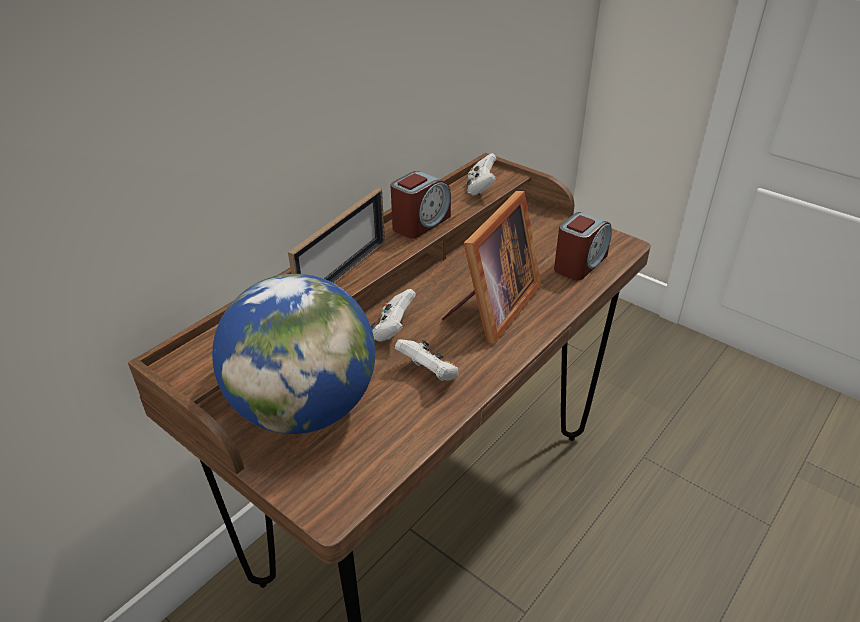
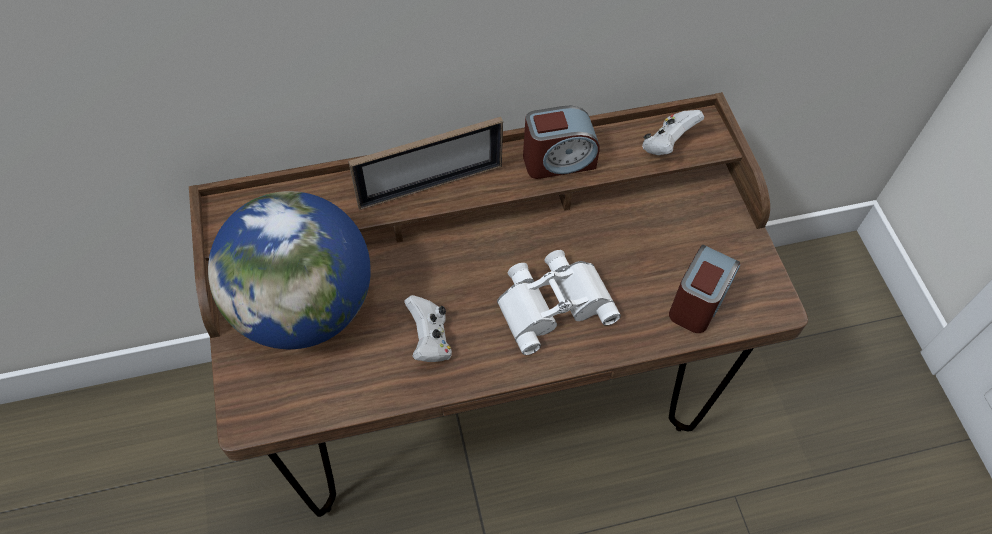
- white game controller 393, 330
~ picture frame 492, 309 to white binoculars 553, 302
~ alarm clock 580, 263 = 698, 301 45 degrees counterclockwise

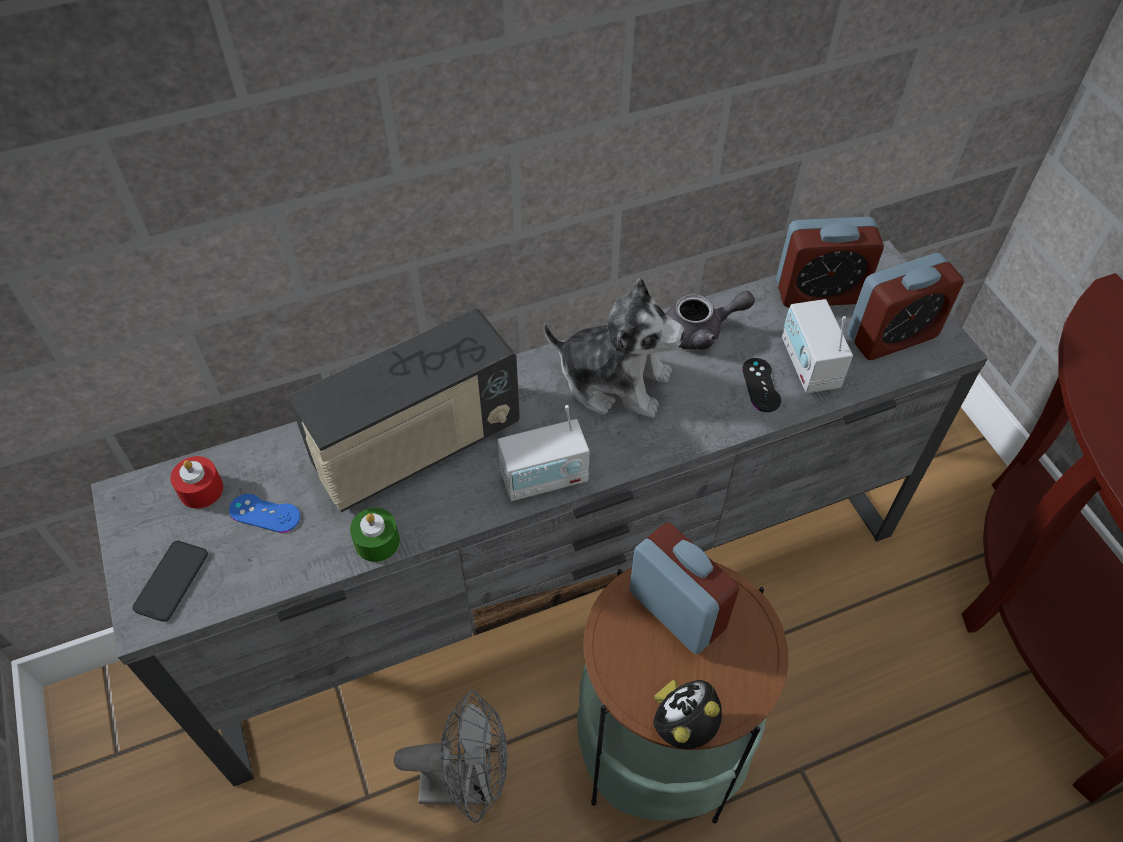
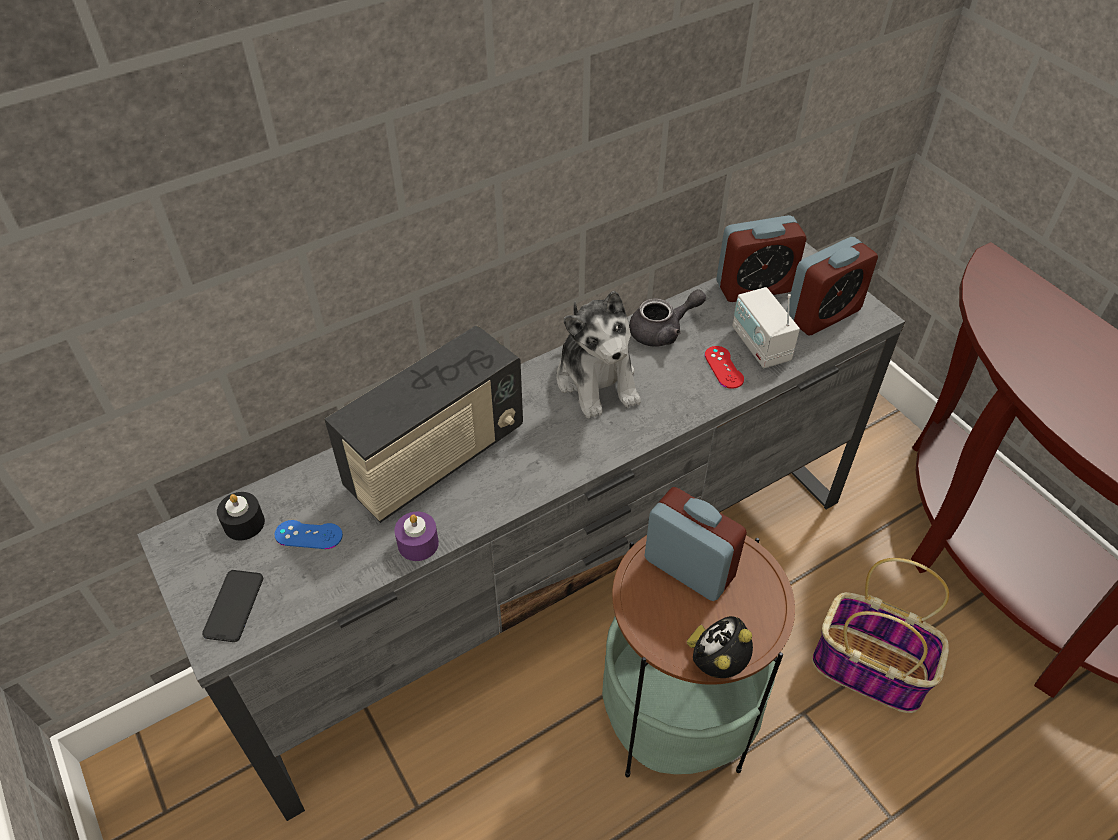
- grey fan 466, 783
- radio 544, 478
+ basket 871, 669
~ red candle 201, 489 to black candle 244, 523
~ green candle 377, 542 to purple candle 418, 543
~ black game controller 761, 385 to red game controller 724, 367
~ plush toy 614, 381 = 597, 380 60 degrees clockwise

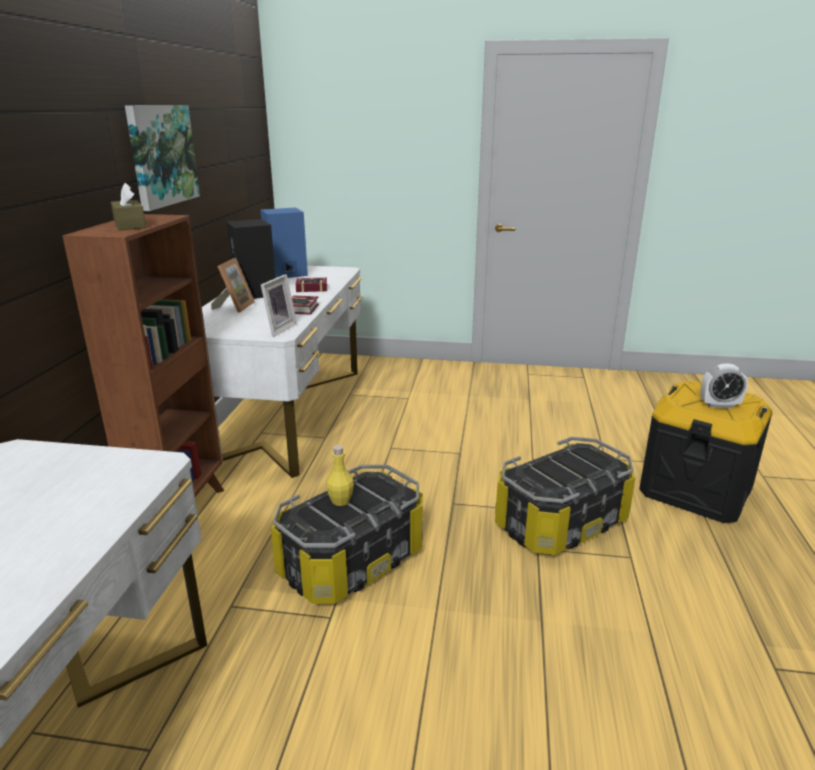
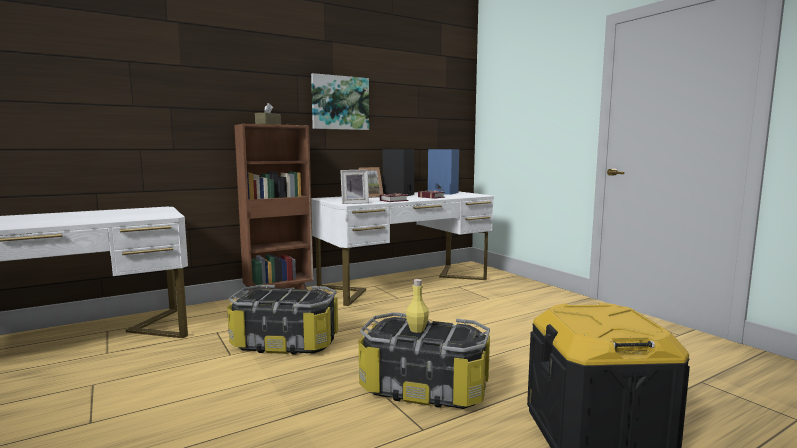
- alarm clock 719, 405
~ yellow bottle 340, 501 to 417, 330

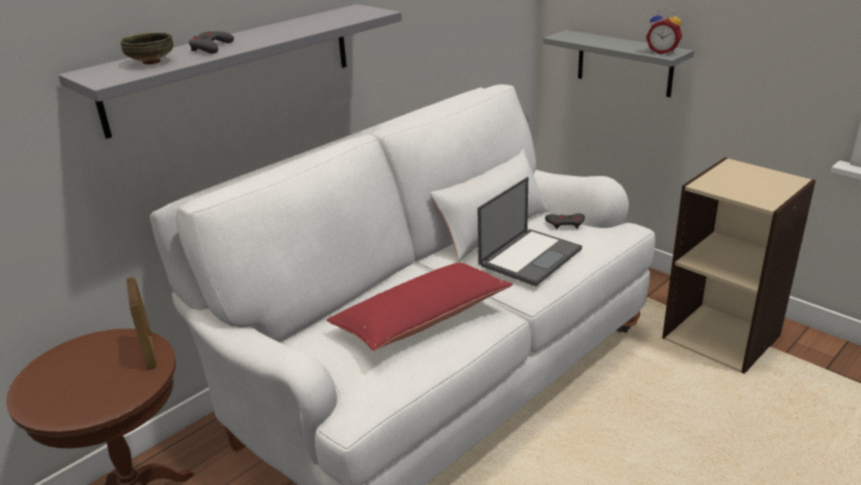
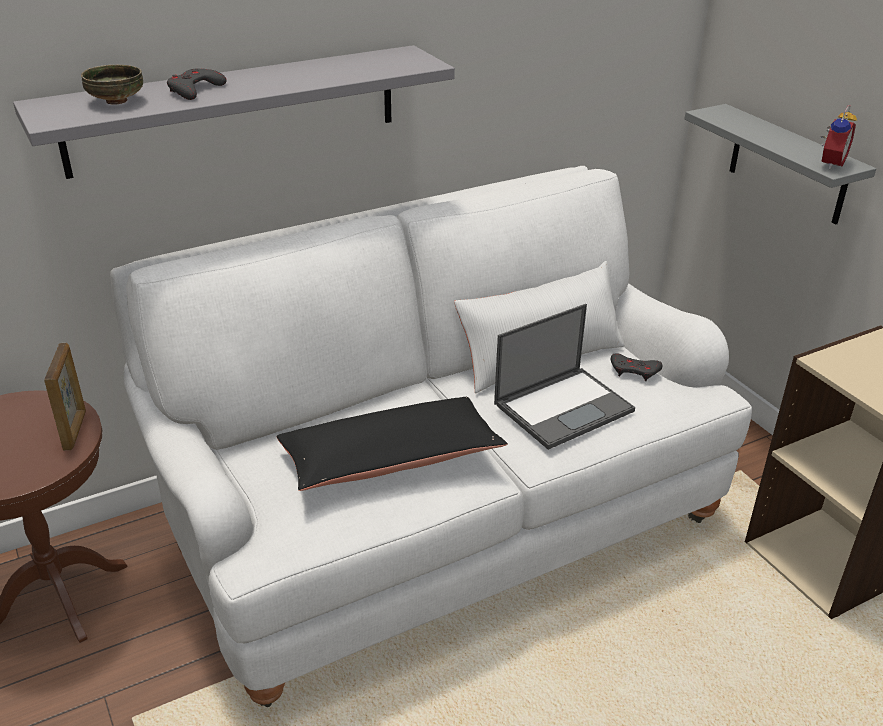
~ red pillow 422, 319 to black pillow 390, 460
~ alarm clock 663, 52 = 829, 163 105 degrees counterclockwise

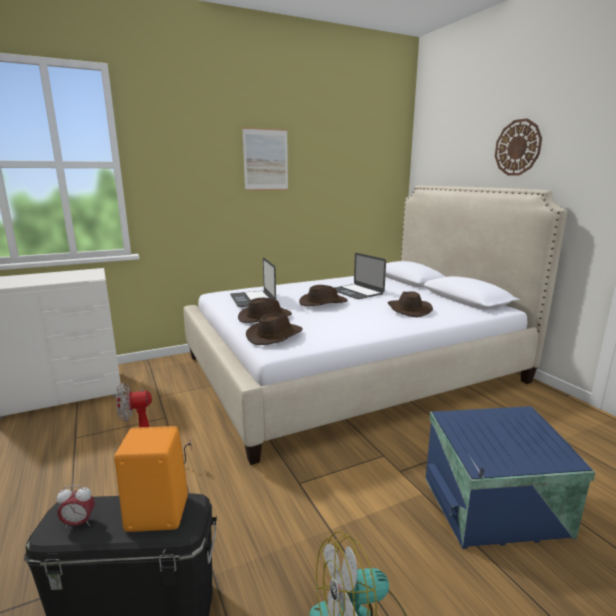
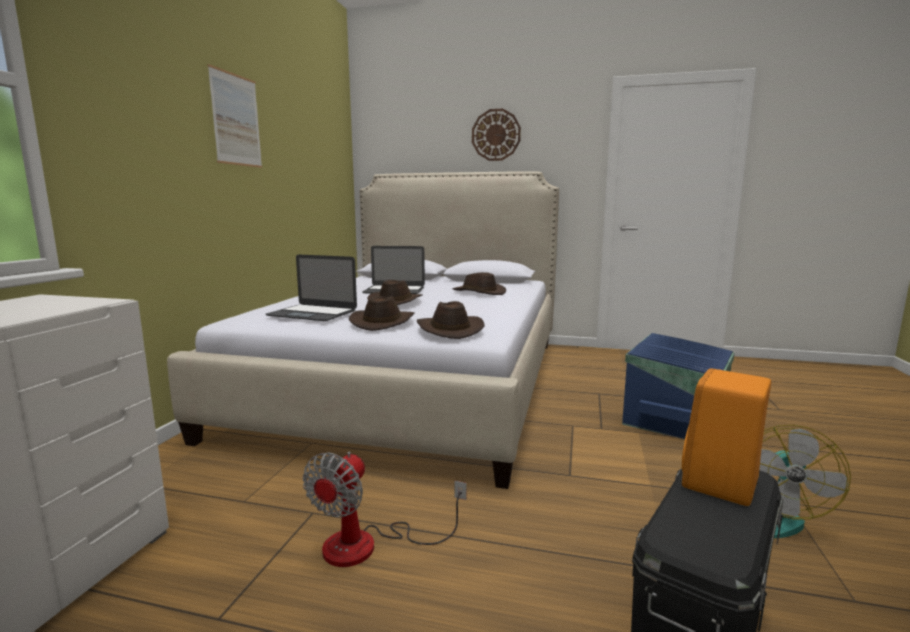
- alarm clock 79, 523

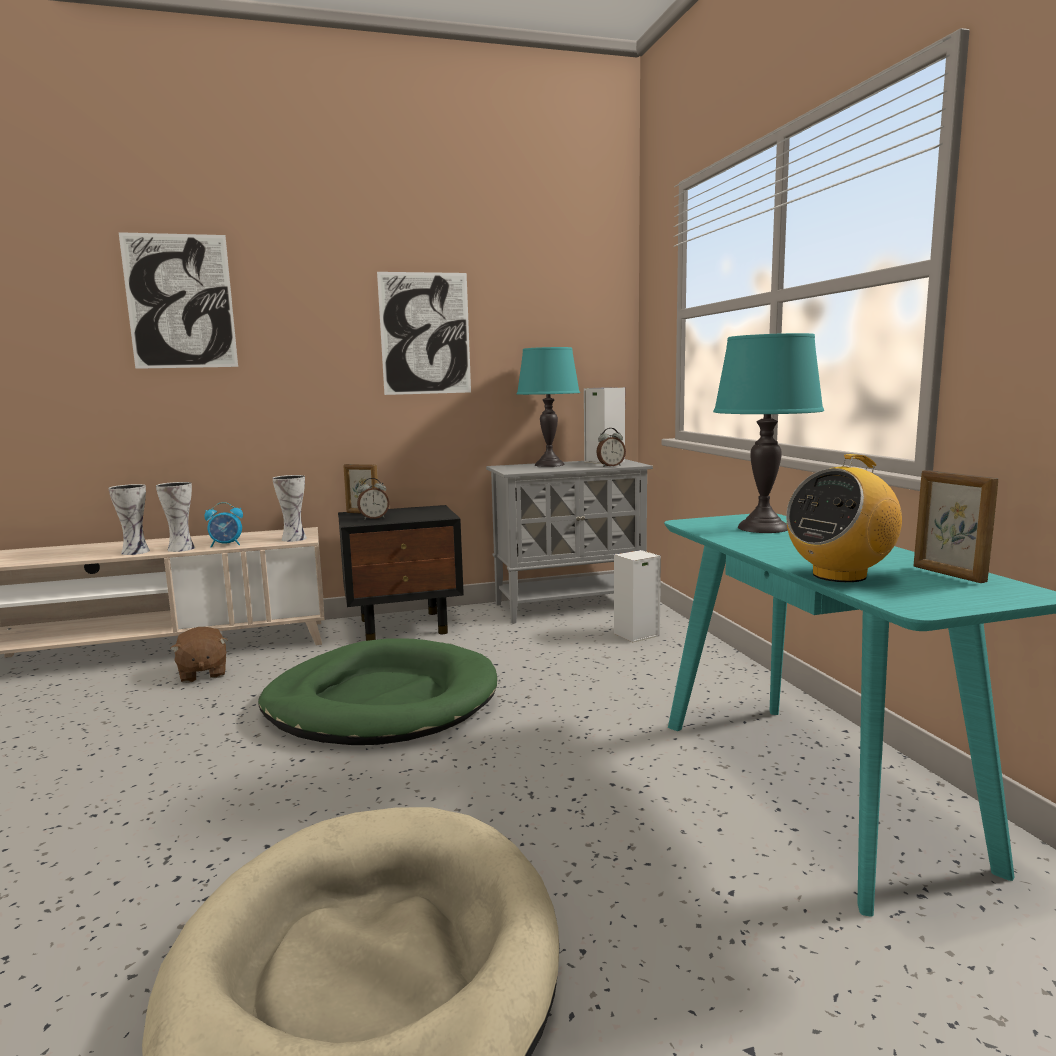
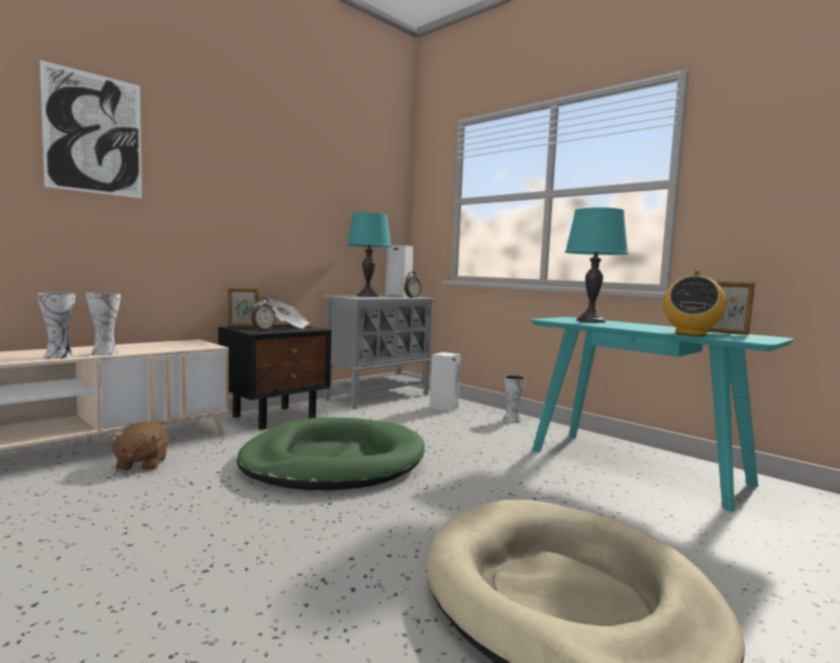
- alarm clock 226, 545
- picture 425, 333
+ newspaper 286, 326
~ vase 294, 538 to 511, 420
~ brown plush toy 202, 673 = 141, 464 45 degrees clockwise

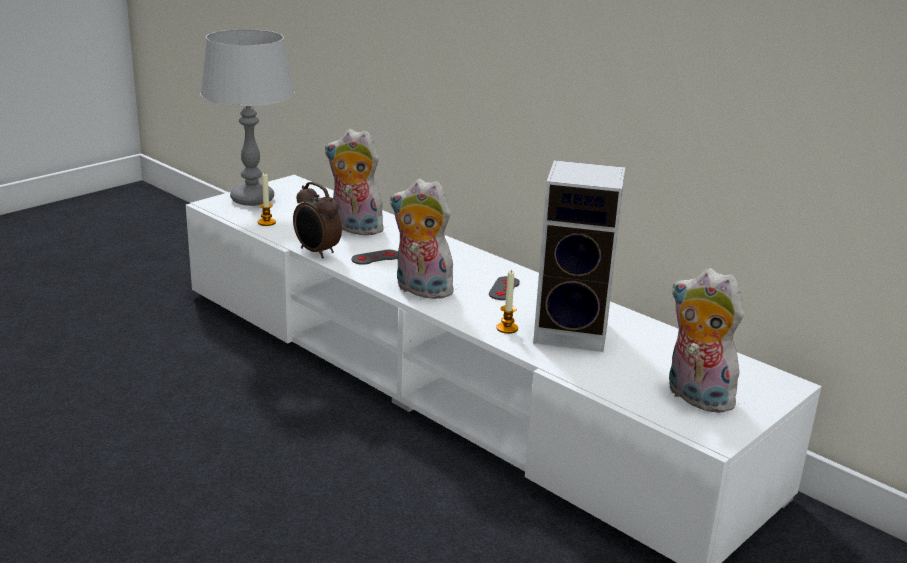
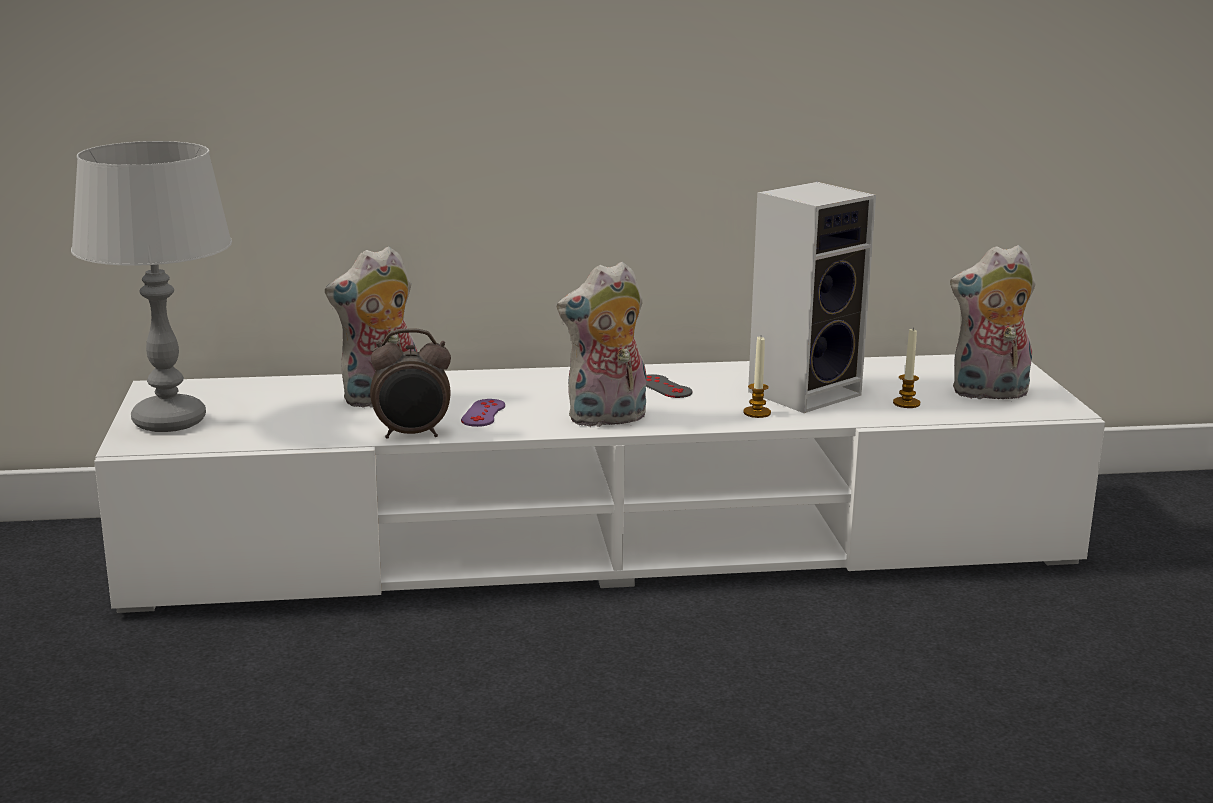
~ candle 266, 222 to 906, 403
~ grey game controller 376, 257 to purple game controller 483, 413

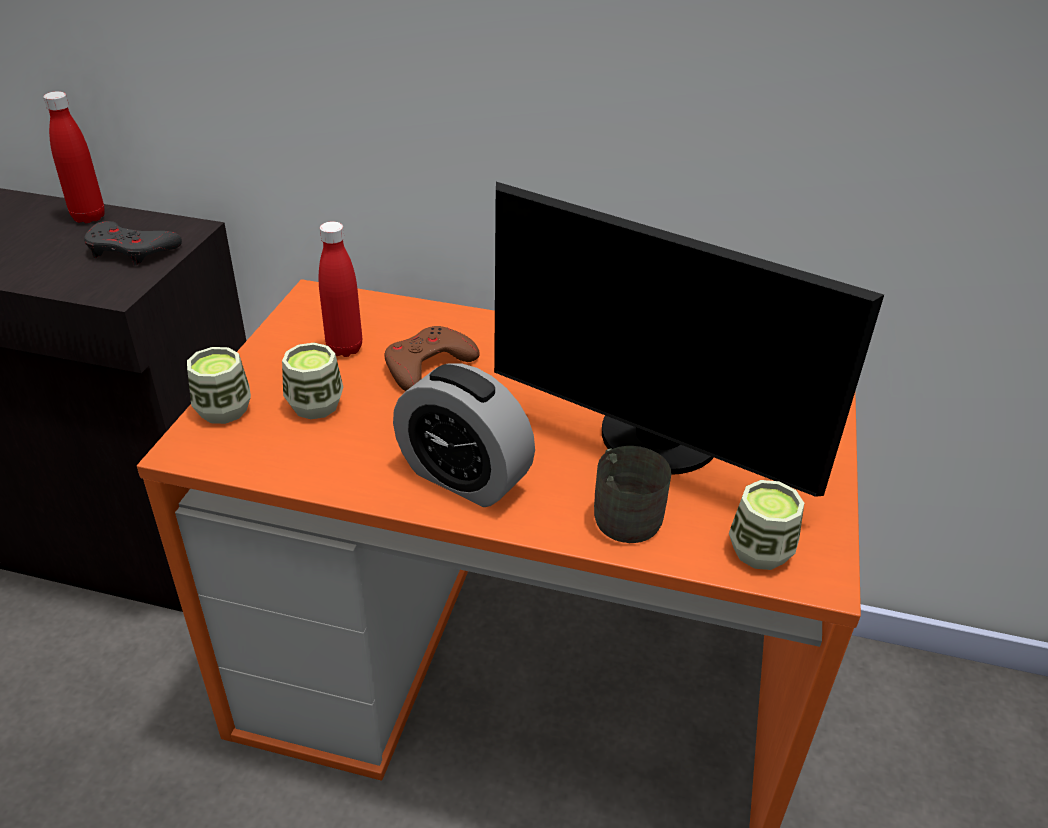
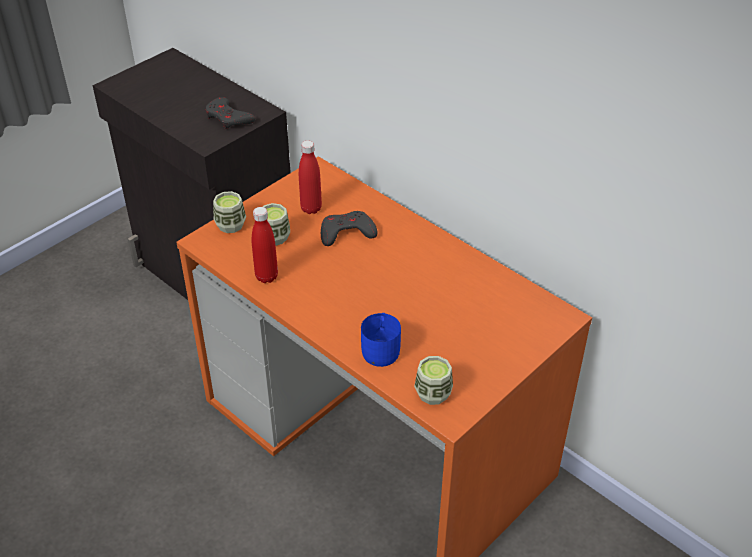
- alarm clock 463, 477
- monitor 654, 443
~ red bottle 89, 217 to 266, 277
~ brown game controller 427, 365 to grey game controller 346, 232
~ grey mug 624, 512 to blue mug 382, 348

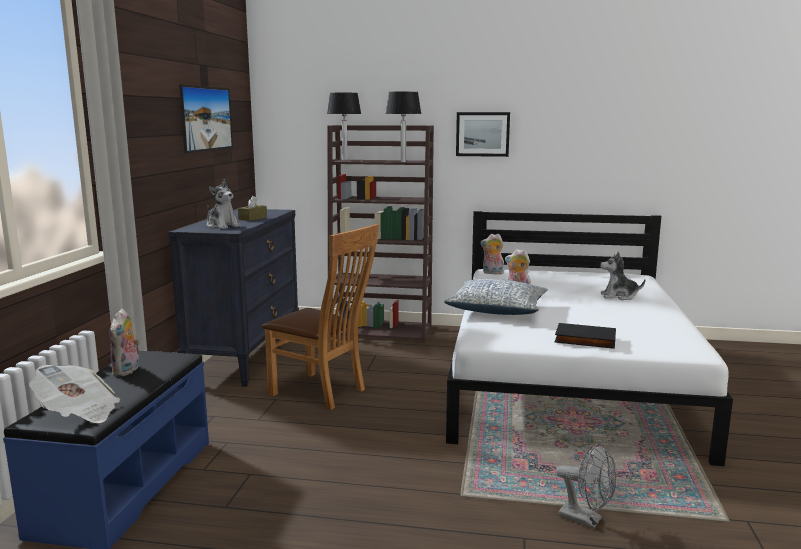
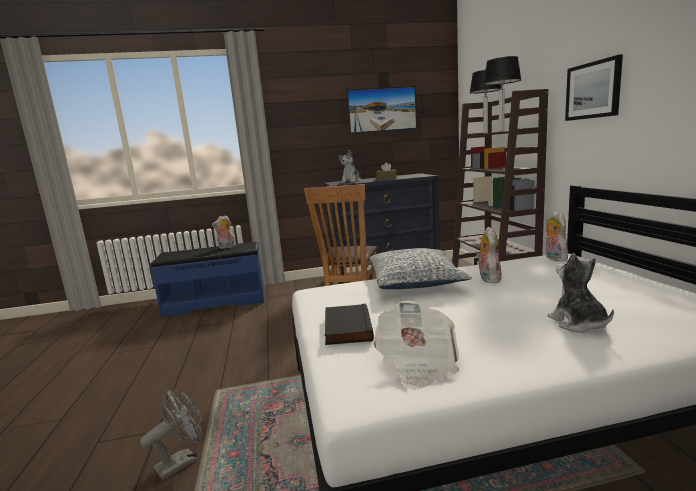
~ newspaper 78, 412 to 417, 364
~ grey fan 586, 519 = 182, 461 150 degrees counterclockwise

